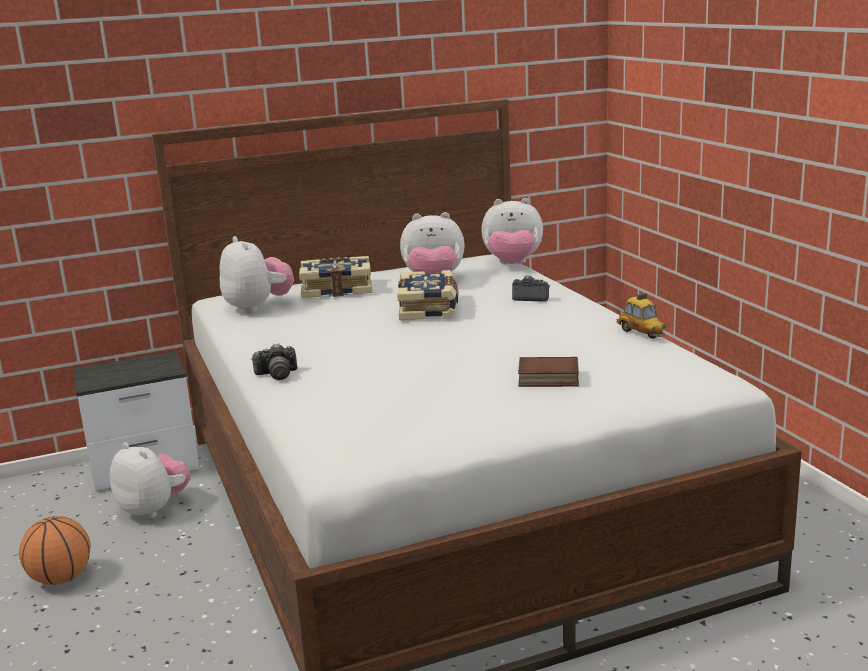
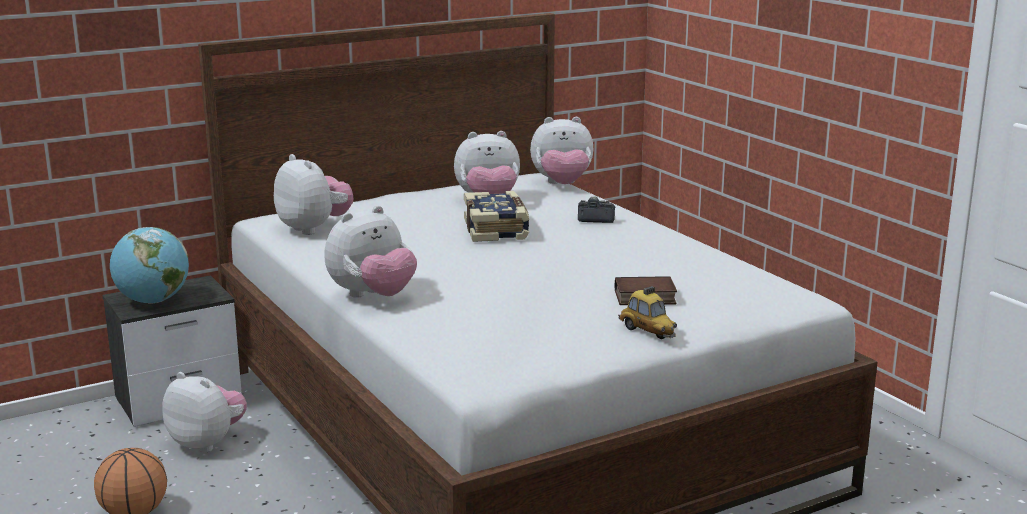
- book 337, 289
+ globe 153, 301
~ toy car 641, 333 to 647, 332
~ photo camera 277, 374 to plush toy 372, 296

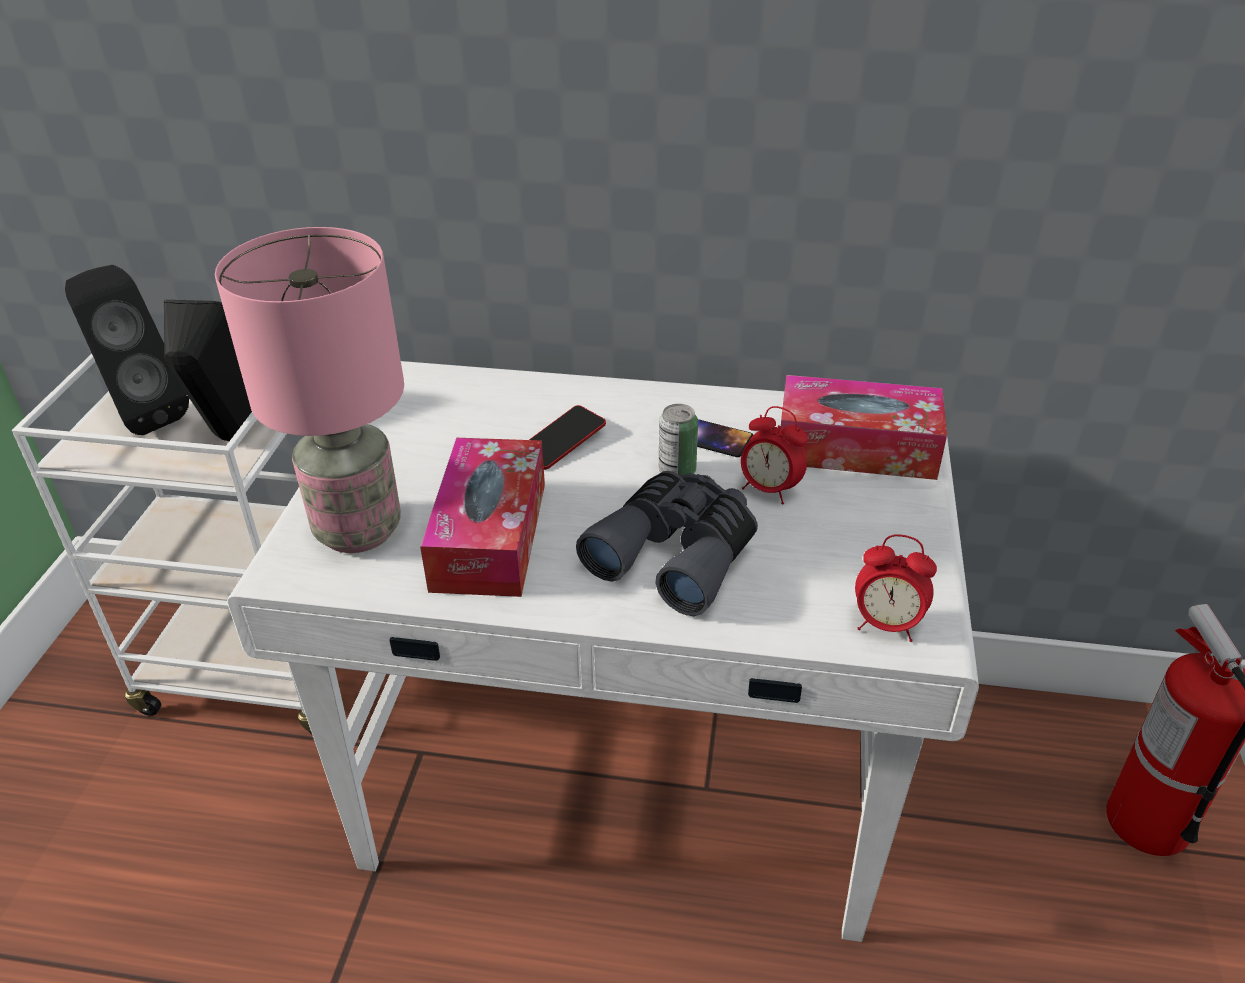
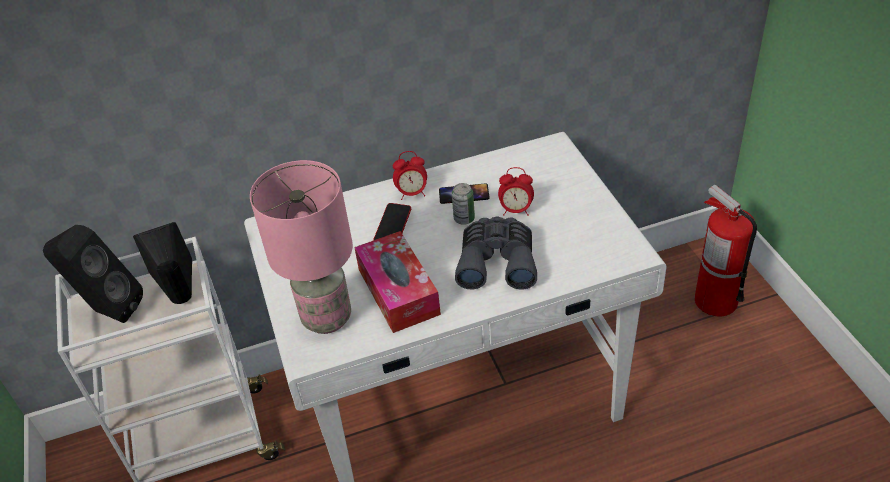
- tissue box 856, 447
~ alarm clock 886, 625 to 412, 193

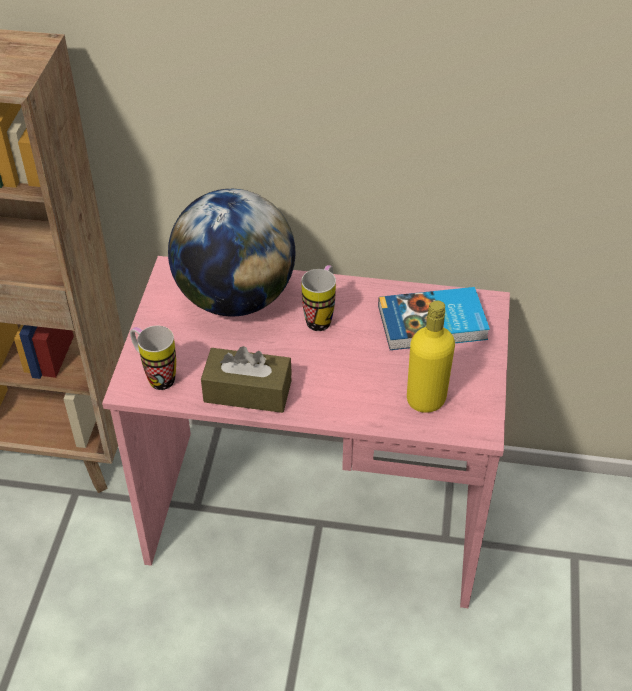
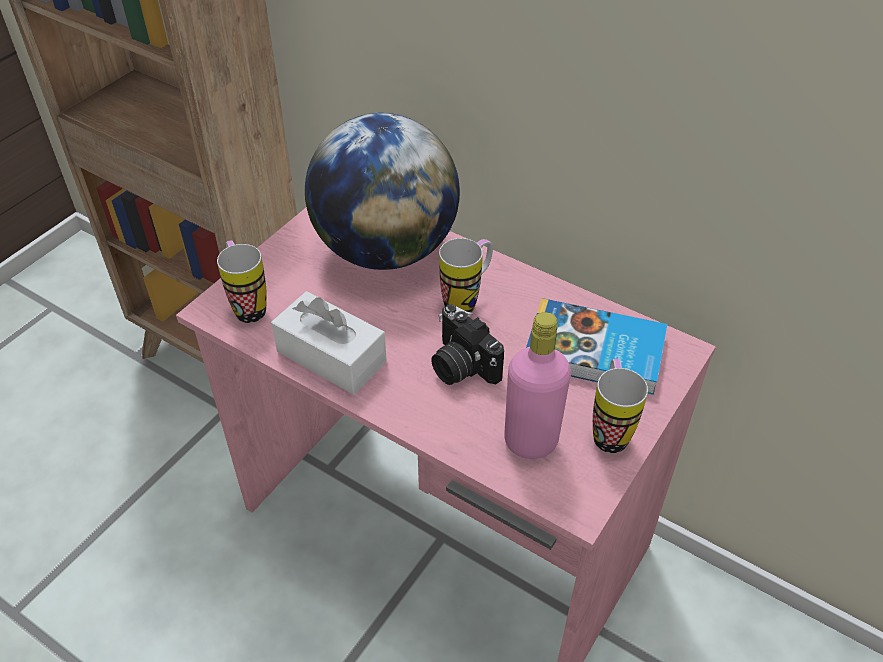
+ photo camera 460, 366
+ mug 609, 429
~ brown tissue box 247, 391 to white tissue box 331, 356
~ yellow bottle 426, 400 to pink bottle 530, 441

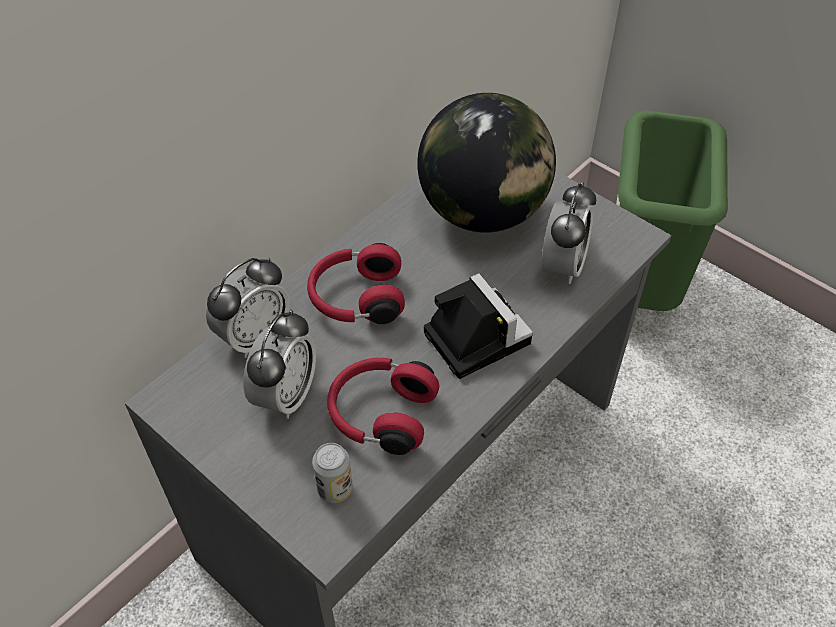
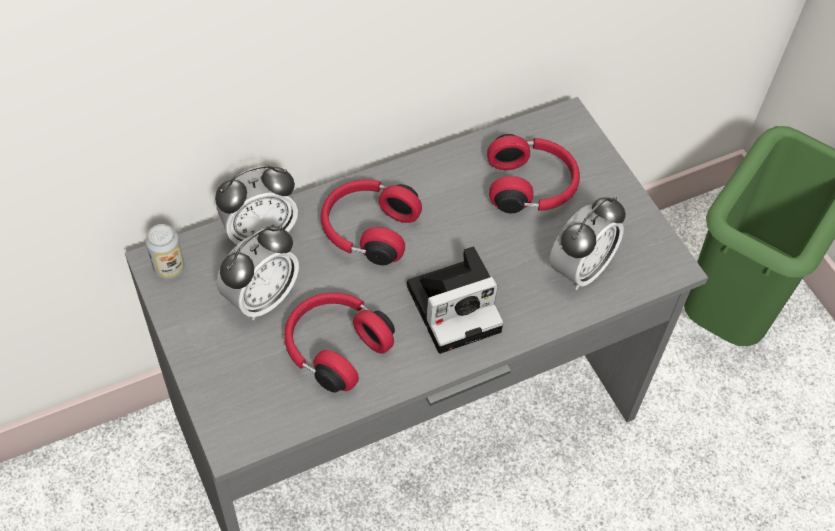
~ can 335, 489 to 169, 267
~ globe 482, 212 to red headphones 531, 186
~ photo camera 473, 335 = 456, 306 75 degrees clockwise

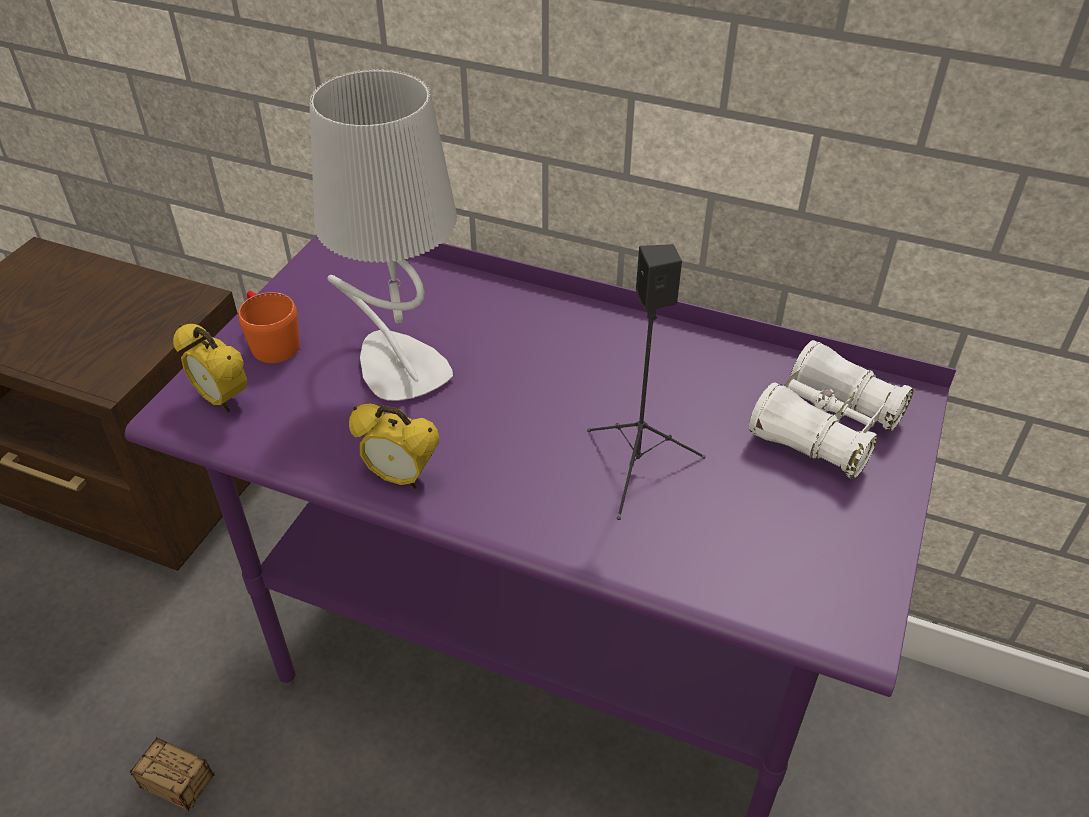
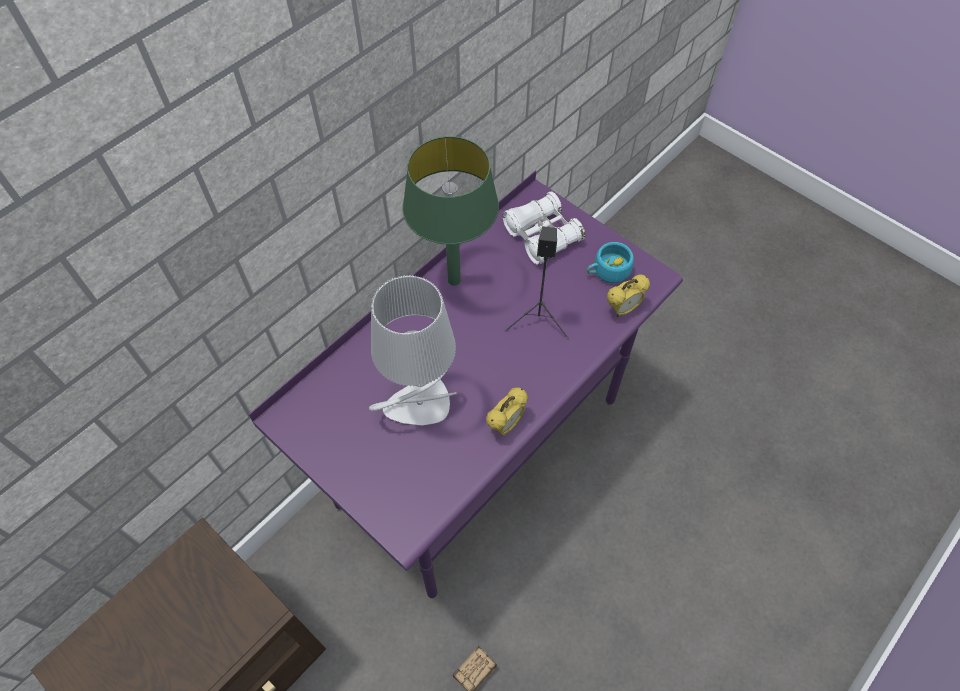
- orange mug 270, 341
+ green table lamp 454, 280
+ turquoise cup 607, 271
~ alarm clock 222, 400 to 622, 309

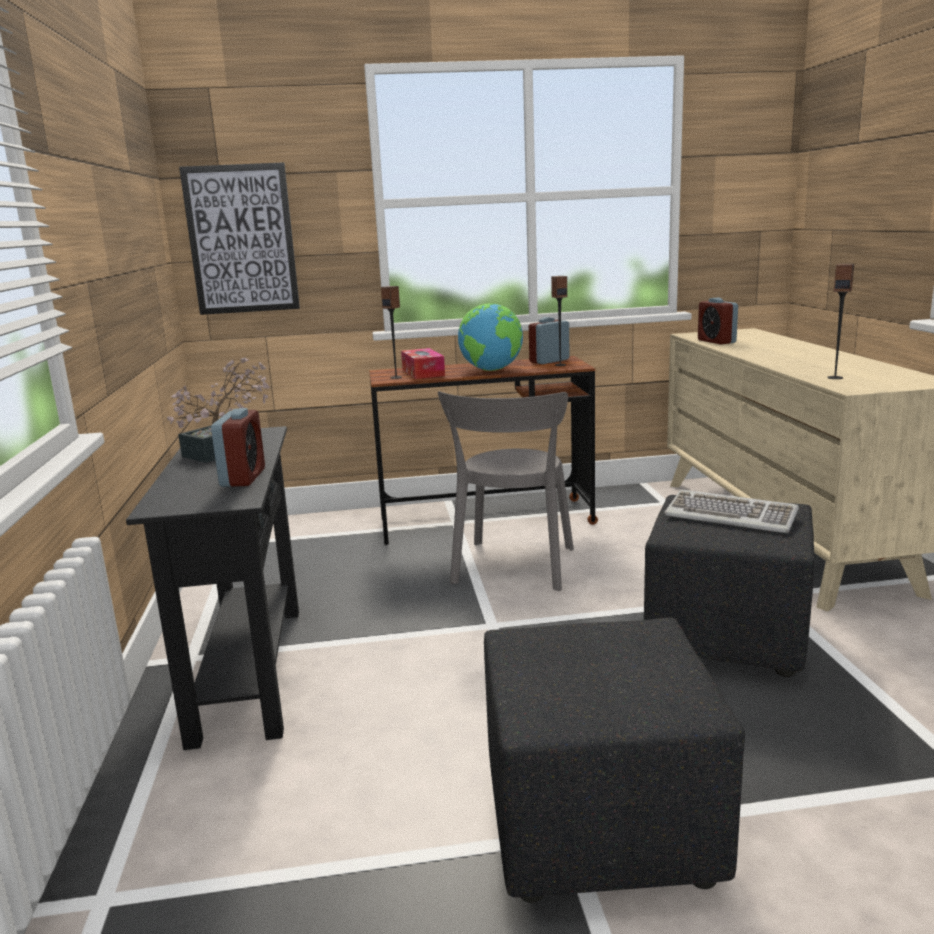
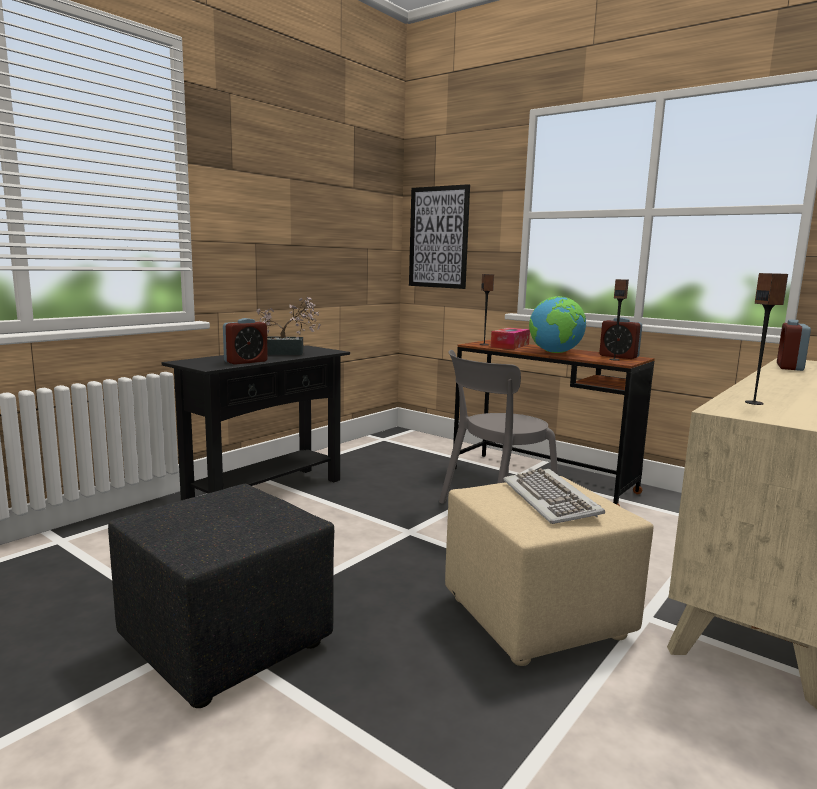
~ black ottoman 728, 636 to beige ottoman 539, 618
~ alarm clock 549, 361 = 618, 356 150 degrees counterclockwise

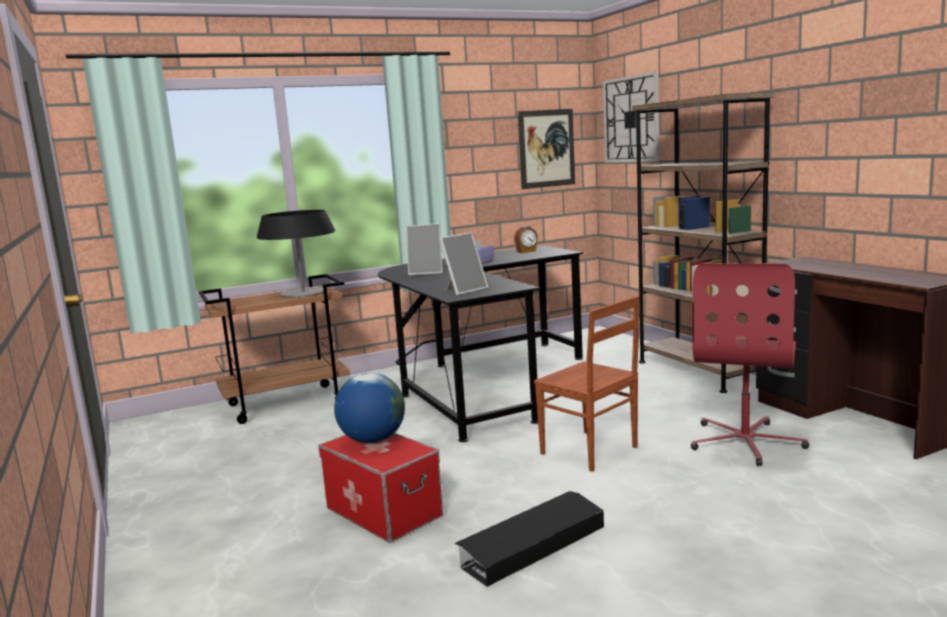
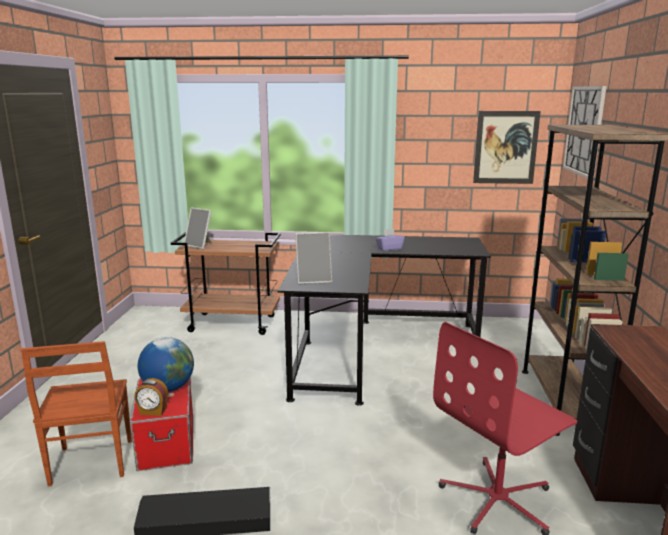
- table lamp 303, 292
~ picture frame 426, 272 to 200, 245
~ alarm clock 526, 251 to 153, 411
~ brown chair 589, 451 to 90, 463

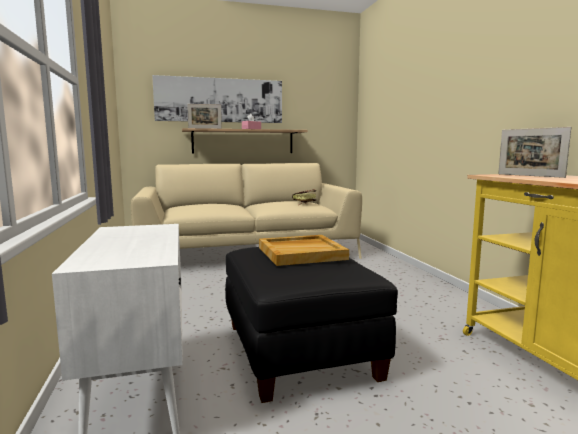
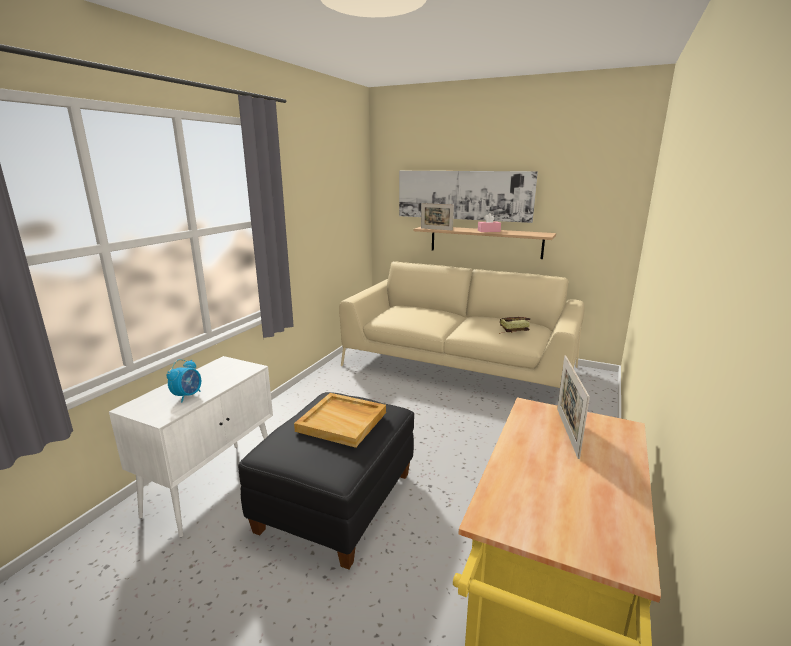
+ alarm clock 188, 395

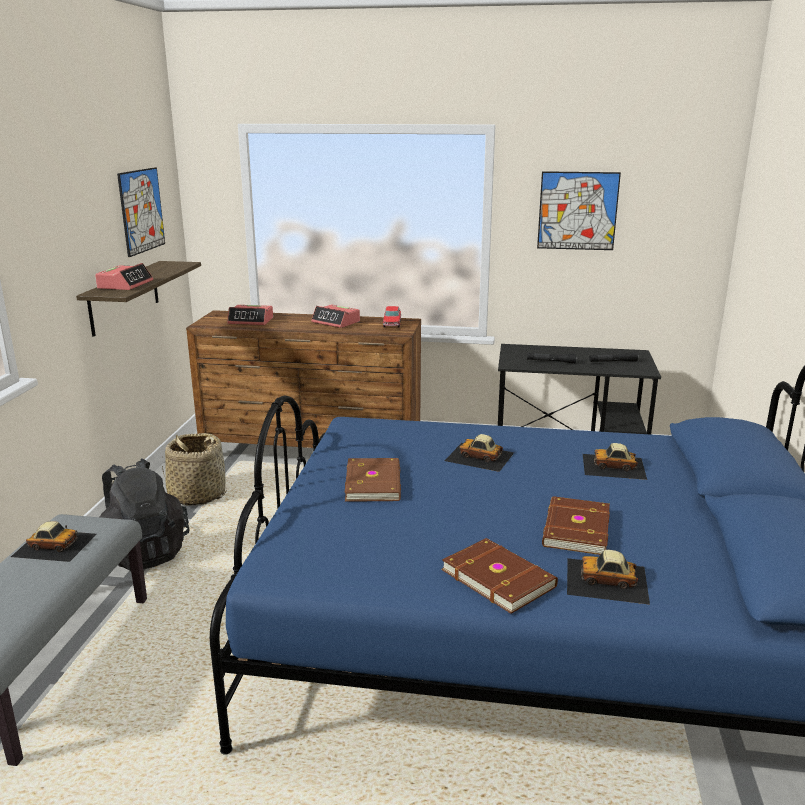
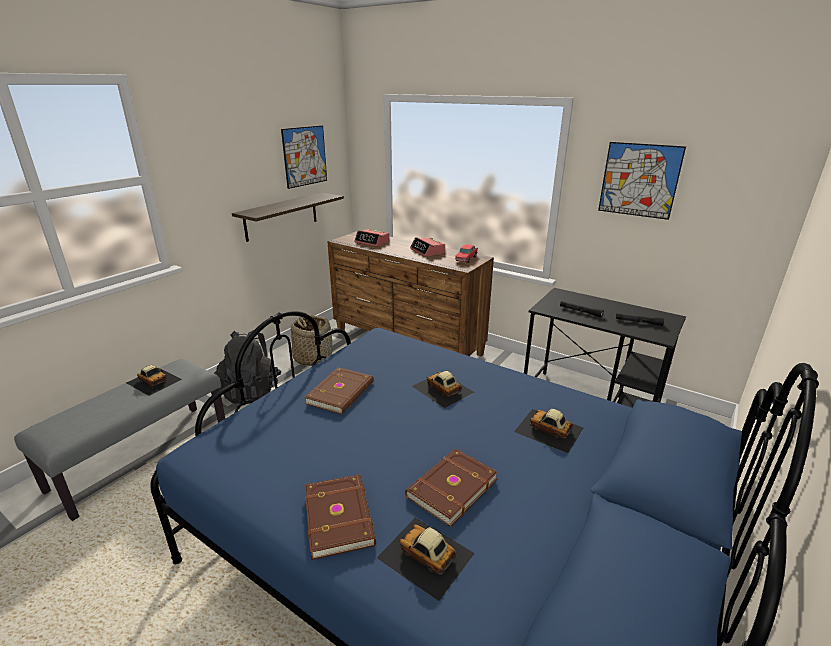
- alarm clock 125, 285

